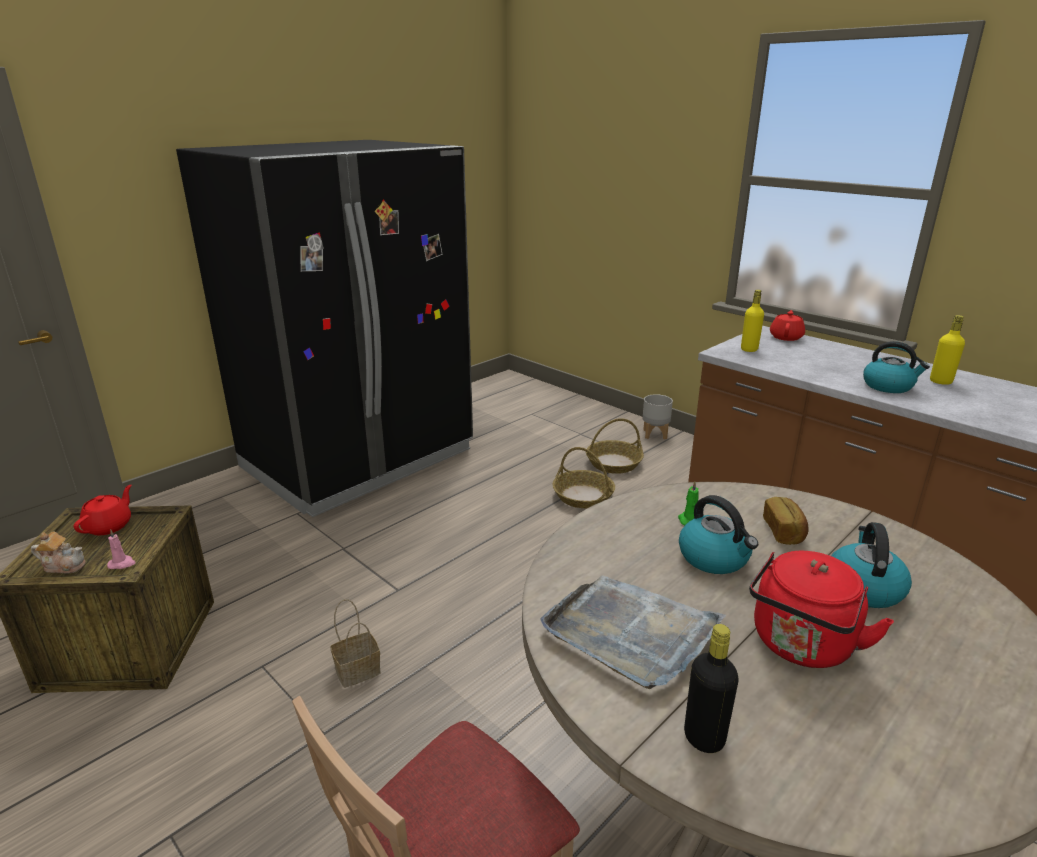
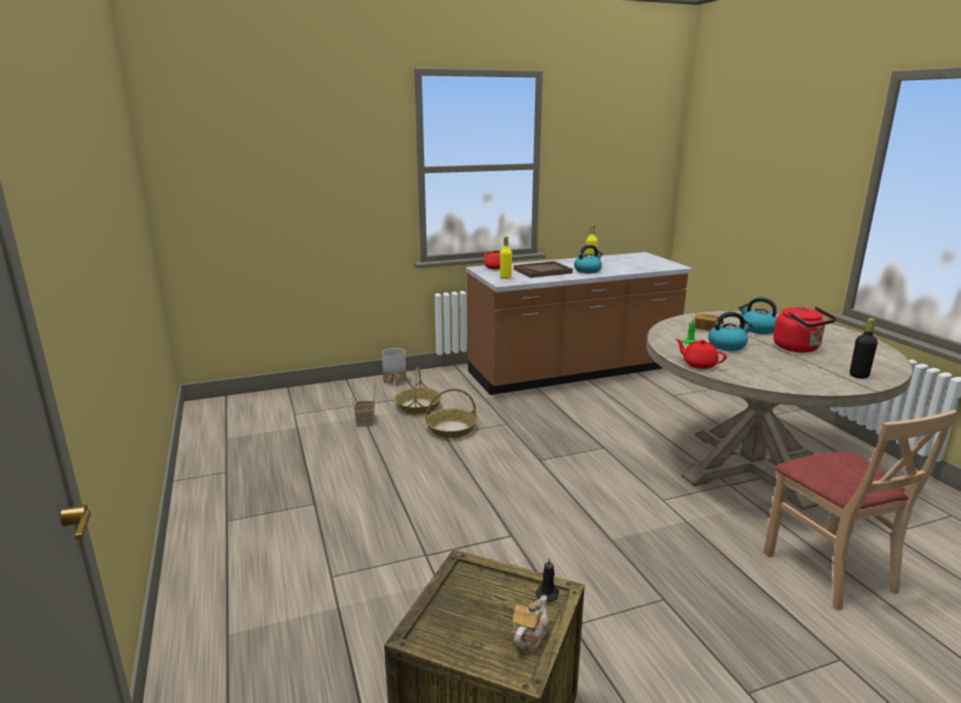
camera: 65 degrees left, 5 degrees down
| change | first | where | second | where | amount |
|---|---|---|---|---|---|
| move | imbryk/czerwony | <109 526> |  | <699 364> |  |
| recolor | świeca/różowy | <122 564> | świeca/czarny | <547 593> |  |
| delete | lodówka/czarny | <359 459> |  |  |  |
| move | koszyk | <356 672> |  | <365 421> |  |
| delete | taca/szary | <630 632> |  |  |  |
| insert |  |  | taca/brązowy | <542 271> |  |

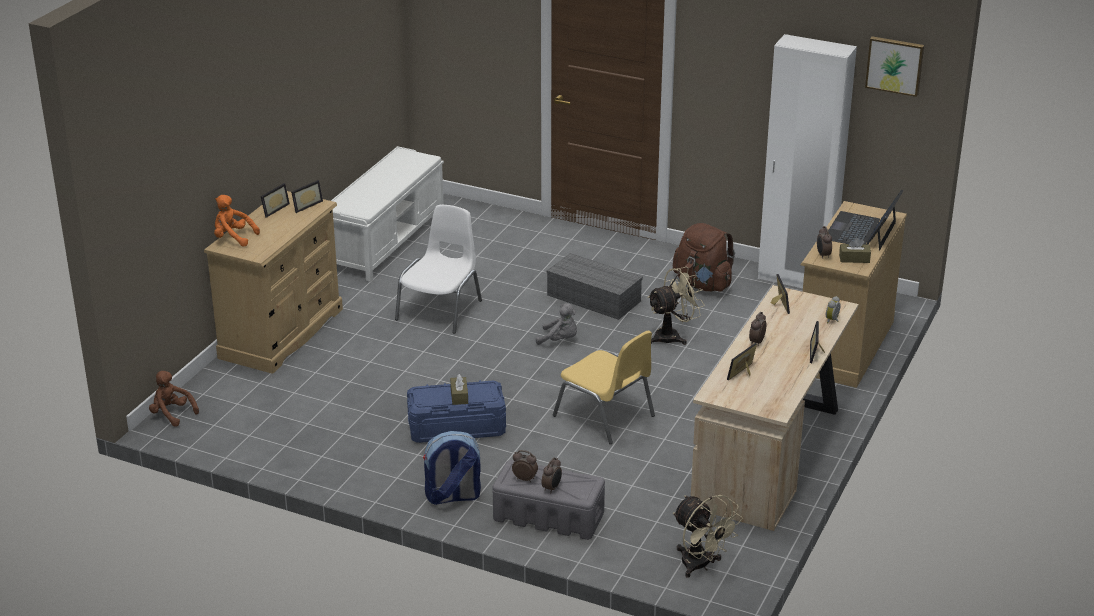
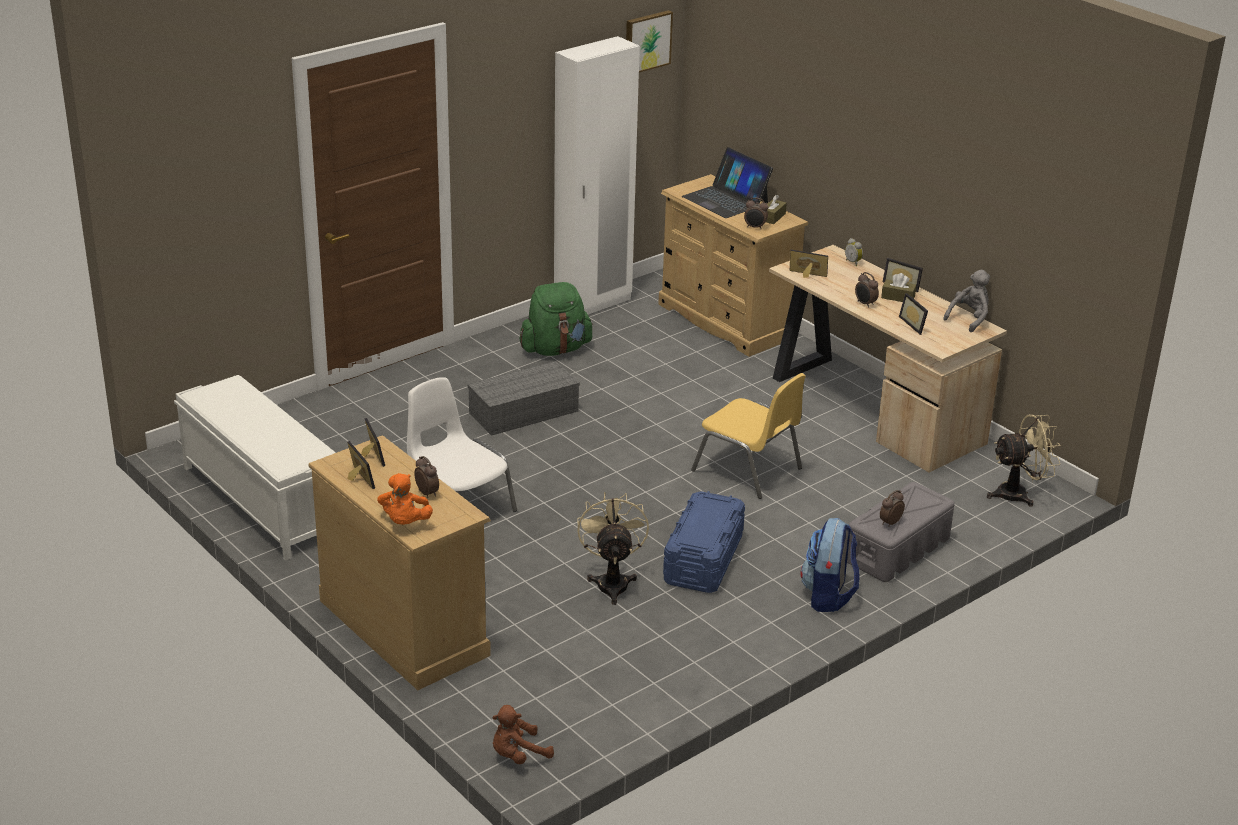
camera: 65 degrees left, 0 degrees up
| change | first | where | second | where | amount |
|---|---|---|---|---|---|
| rotate | pluszak/pomarańczowy | <233 238> |  | <405 522> | 45 degrees counterclockwise |
| move | pudełko chusteczek/brązowy | <459 396> |  | <898 297> |  |
| move | pluszak/szary | <560 340> |  | <969 319> |  |
| move | budzik | <552 488> |  | <427 493> |  |
| rotate | krzesło/żółty | <605 416> |  | <748 470> | 60 degrees clockwise |
| move | wentylator/beżowy | <672 336> |  | <612 582> |  |
| recolor | plecak/brązowy | <702 284> | plecak/zielony | <555 349> |  |

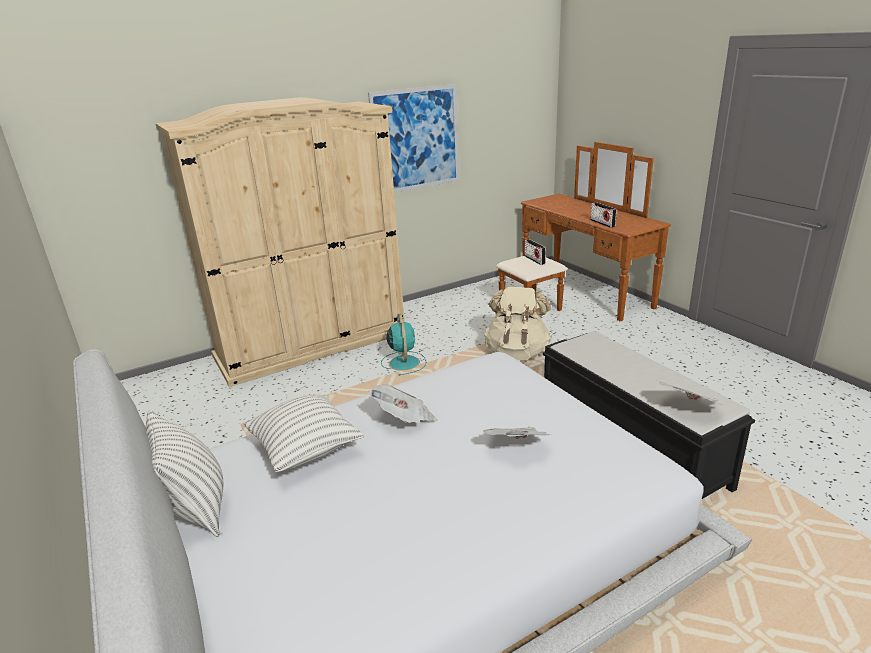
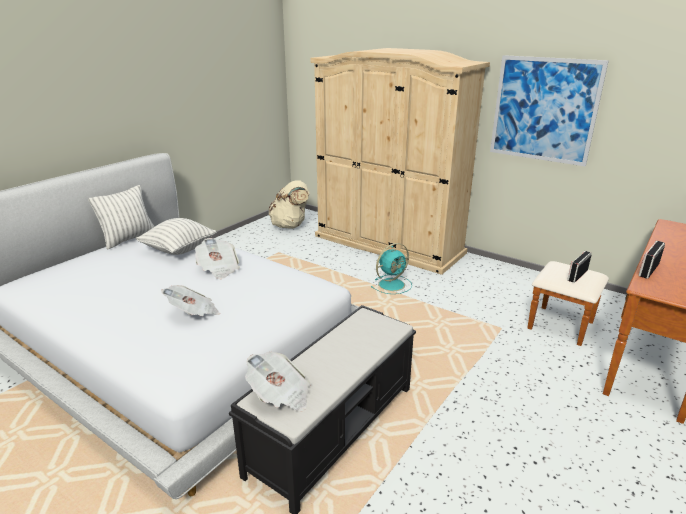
camera: 65 degrees right, 0 degrees up
| change | first | where | second | where | amount |
|---|---|---|---|---|---|
| move | plecak/beżowy | <517 353> |  | <290 225> |  |

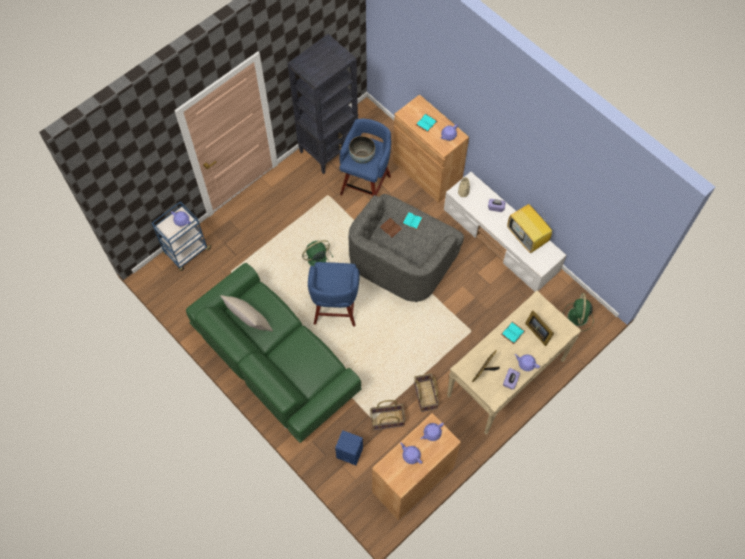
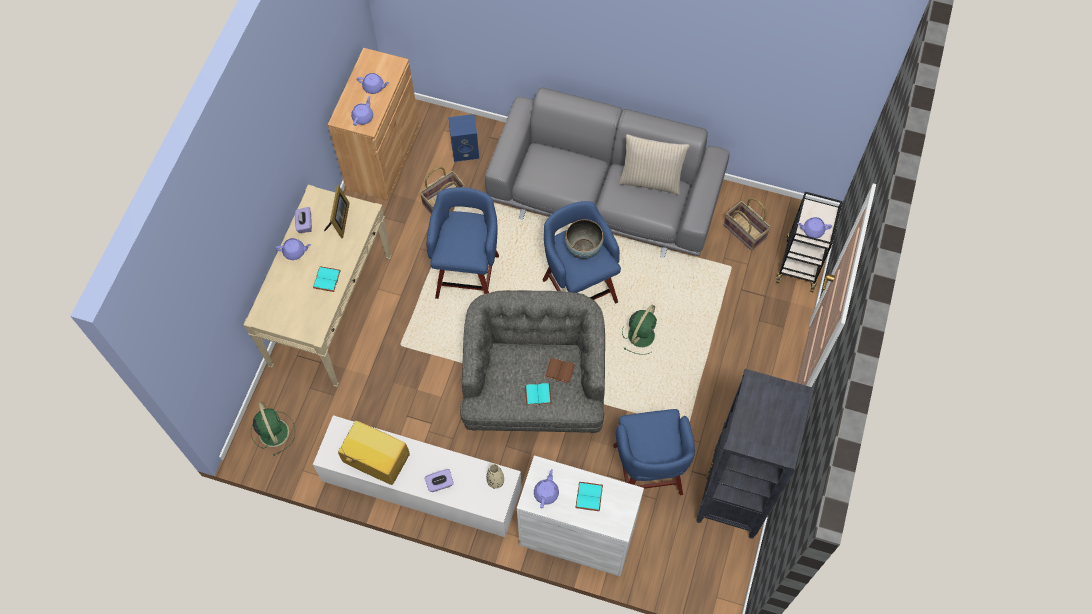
camera: 150 degrees right, 0 degrees up
| change | first | where | second | where | amount |
|---|---|---|---|---|---|
| recolor | wózek/niebieski | <187 252> | wózek/czarny | <800 262> |  |
| recolor | kanapa/zielony | <275 362> | kanapa/szary | <605 197> |  |
| move | miska | <362 157> |  | <583 249> |  |
| recolor | szafka/brązowy | <427 172> | szafka/biały | <577 536> |  |
| move | koszyk | <425 395> |  | <745 231> |  |
| delete | ramka na zdjęcie | <538 331> |  |  |  |
| insert |  |  | stołek/niebieski | <468 274> |  |

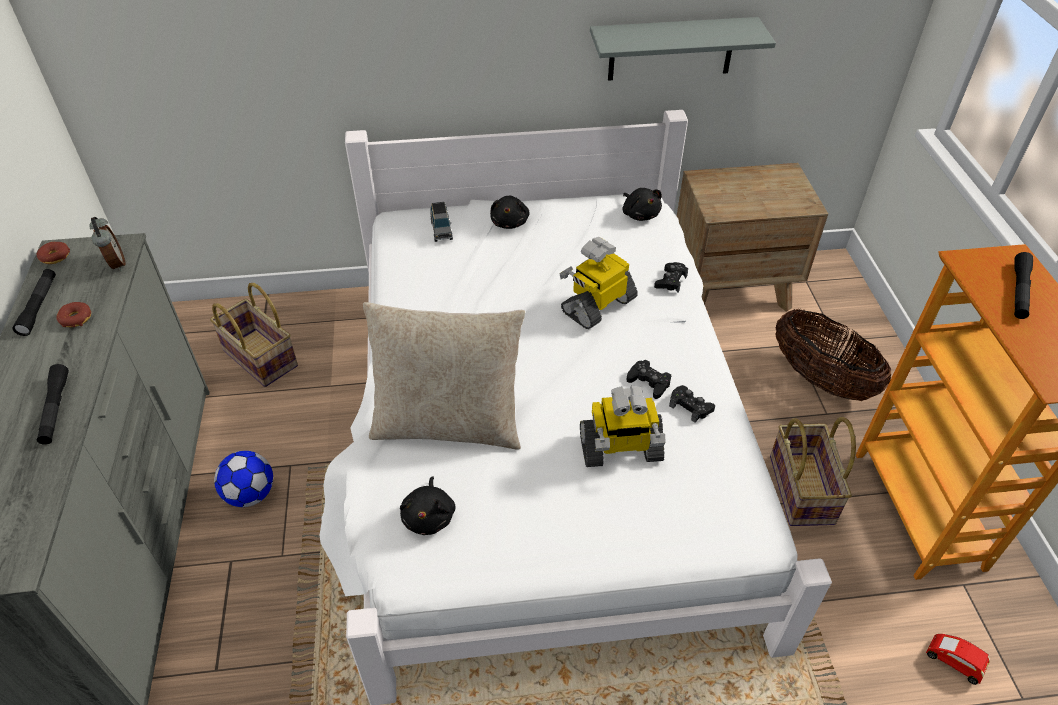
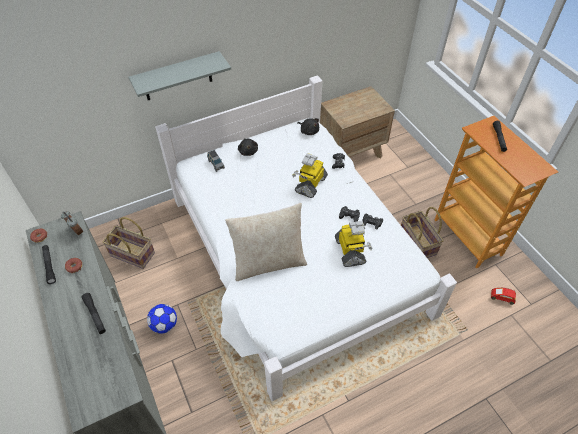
camera: 20 degrees left, 5 degrees up
| change | first | where | second | where | amount |
|---|---|---|---|---|---|
| delete | pluszak/czarny | <429 516> |  |  |  |
| rotate | robot zabawkowy | <620 449> |  | <350 251> | 75 degrees counterclockwise |
| move | półka/szary | <671 49> |  | <177 77> |  |
| delete | koszyk | <820 379> |  |  |  |

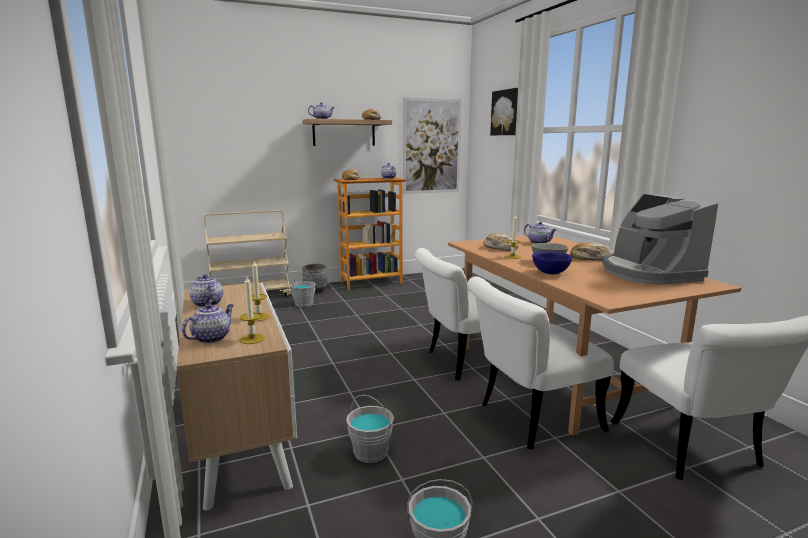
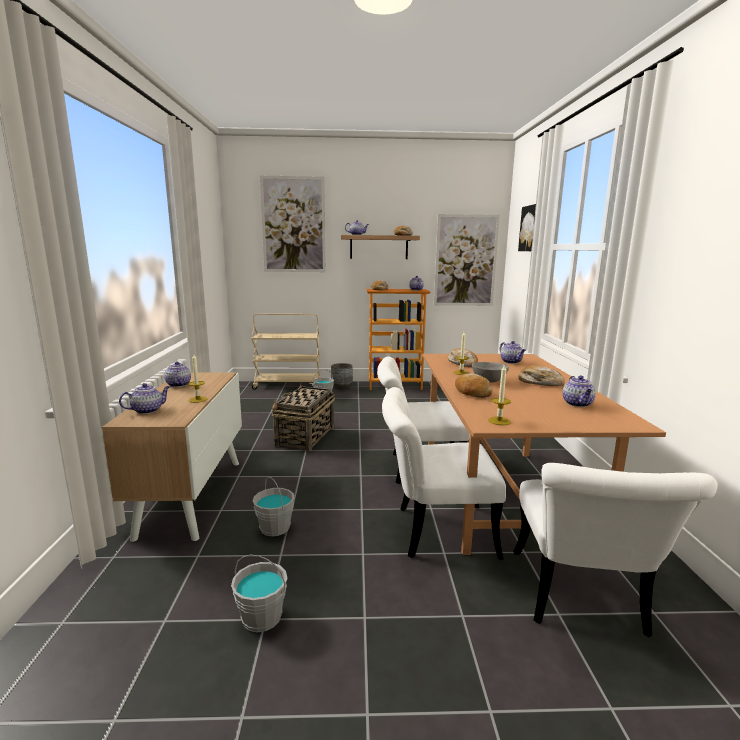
camera: 20 degrees right, 0 degrees up
| change | first | where | second | where | amount |
|---|---|---|---|---|---|
| move | świeca | <252 339> |  | <499 421> |  |
| replace | miska/niebieski | <550 273> | chleb | <471 392> |  |
| replace | ekspres do kawy | <648 273> | imbryk | <578 404> |  |
| insert |  |  | obraz | <293 225> |  |
| insert |  |  | koszyk | <305 437> |  |

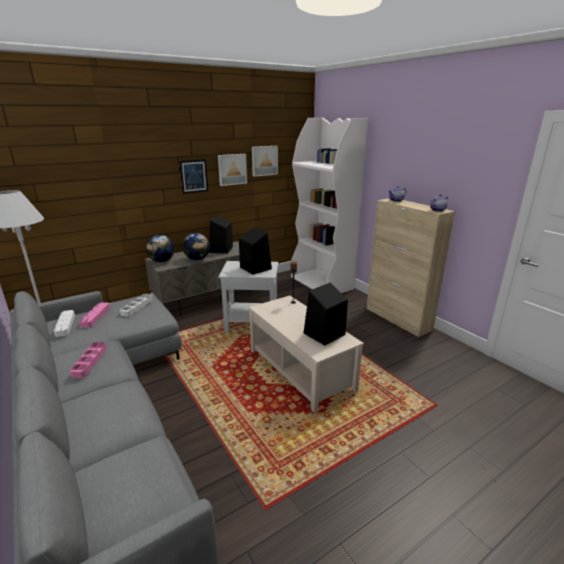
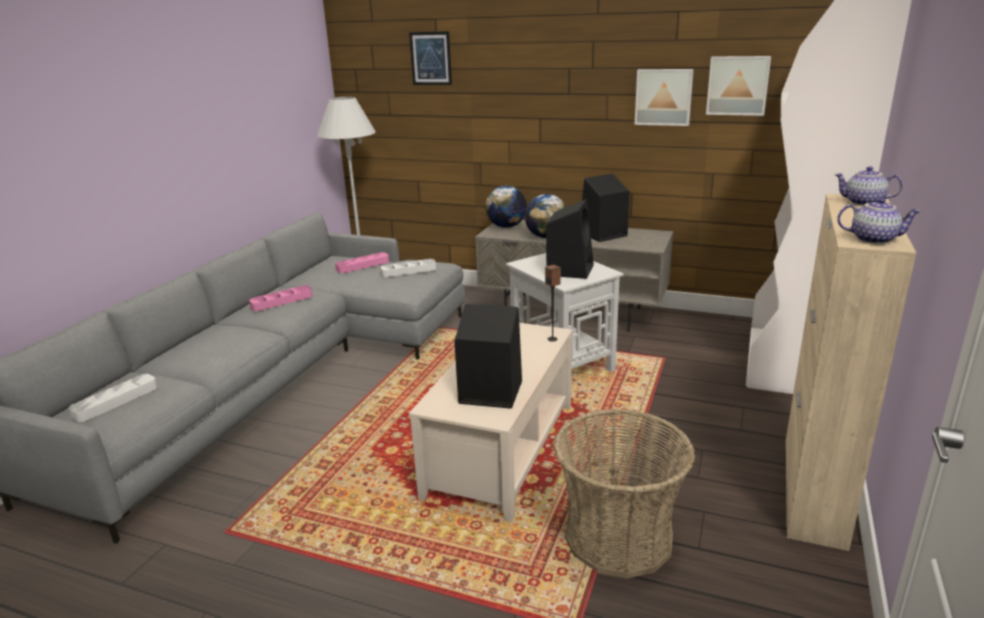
camera: 55 degrees right, 0 degrees up
| change | first | where | second | where | amount |
|---|---|---|---|---|---|
| move | taca/biały | <65 325> |  | <116 401> |  |
| move | obraz | <194 176> |  | <430 58> |  |
| insert |  |  | koszyk | <618 538> |  |

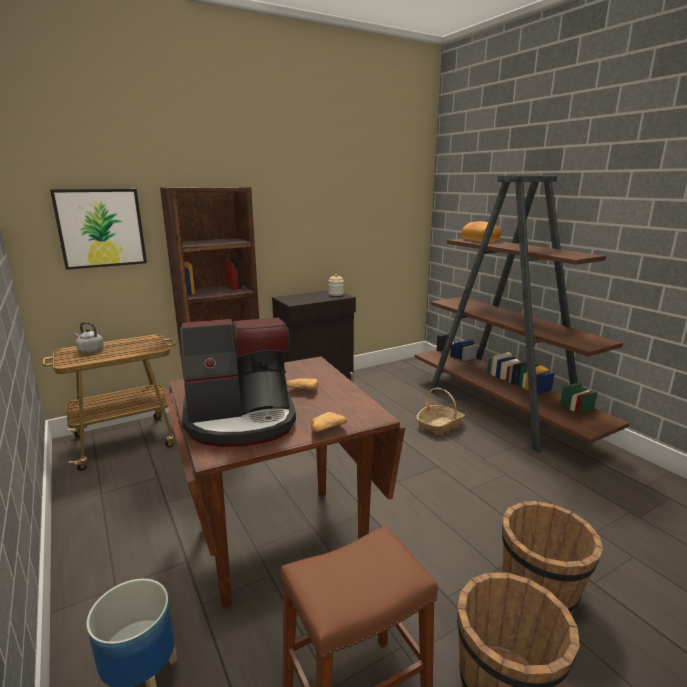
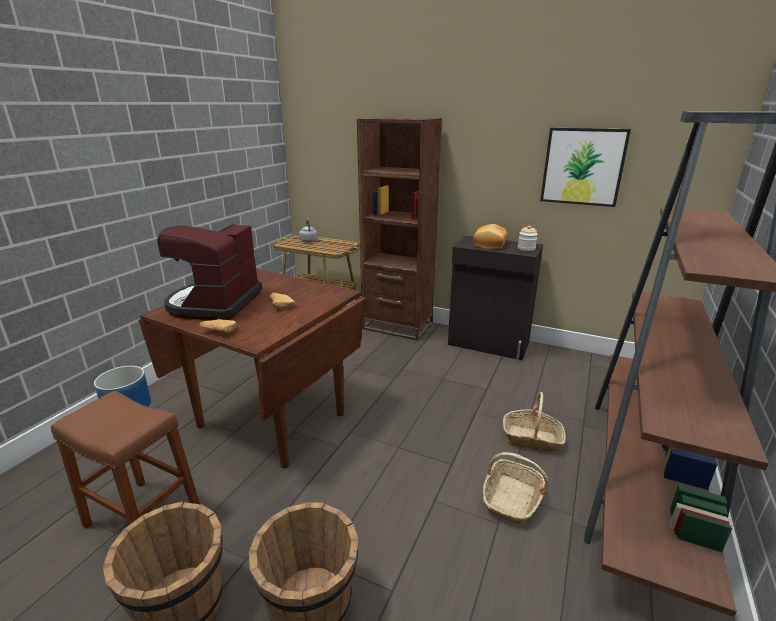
camera: 55 degrees right, 5 degrees up
| change | first | where | second | where | amount |
|---|---|---|---|---|---|
| move | obraz | <101 228> |  | <583 167> |  |
| rotate | ekspres do kawy | <241 420> |  | <214 303> | 60 degrees clockwise |
| move | chleb | <481 240> |  | <490 244> |  |
| insert |  |  | koszyk | <512 499> |  |

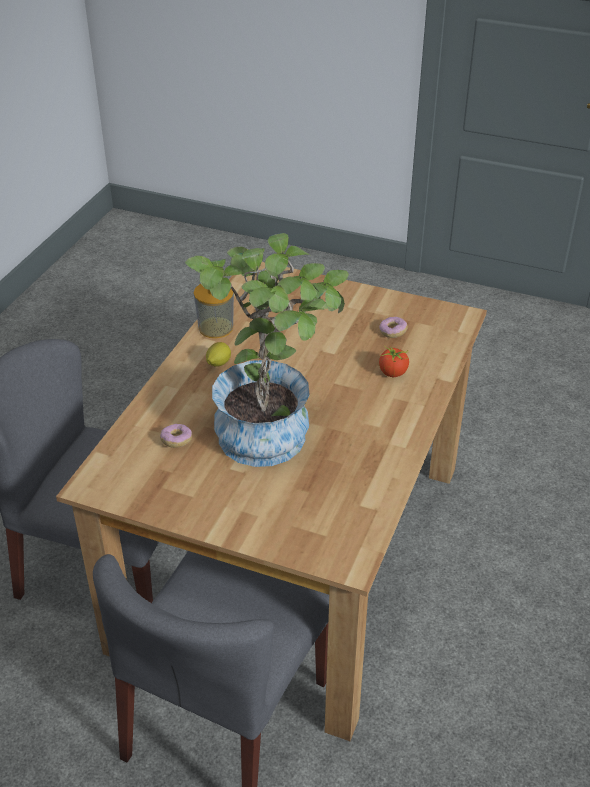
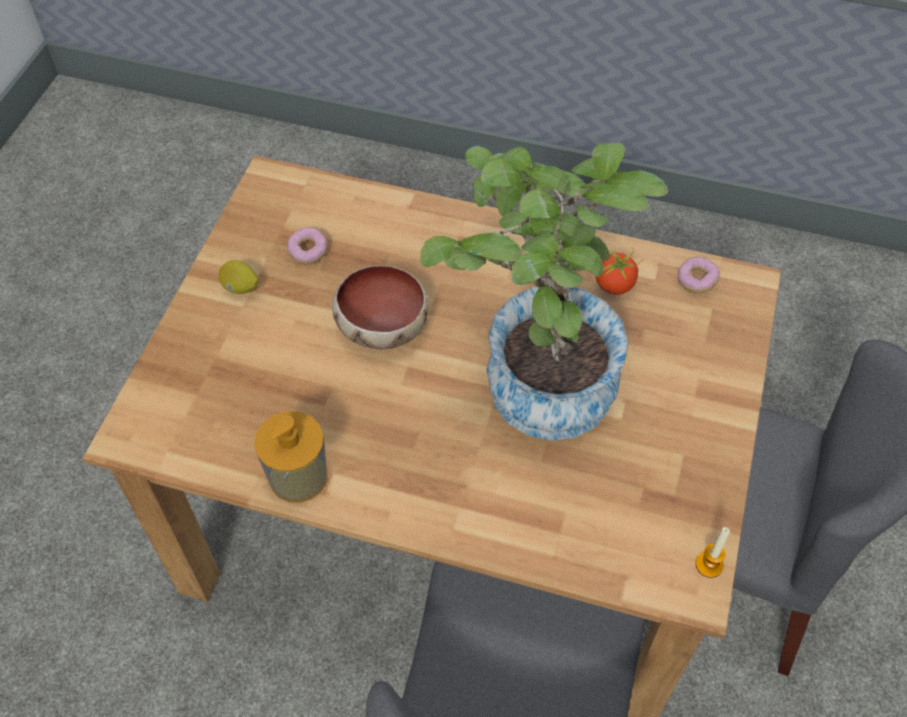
camera: 95 degrees left, 15 degrees up
| change | first | where | second | where | amount |
|---|---|---|---|---|---|
| move | donut | <176 441> |  | <696 281> |  |
| move | cytryna | <218 363> |  | <240 288> |  |
| move | pomidor | <393 373> |  | <614 285> |  |
| insert |  |  | miska | <380 326> |  |
| insert |  |  | świeca | <709 565> |  |

